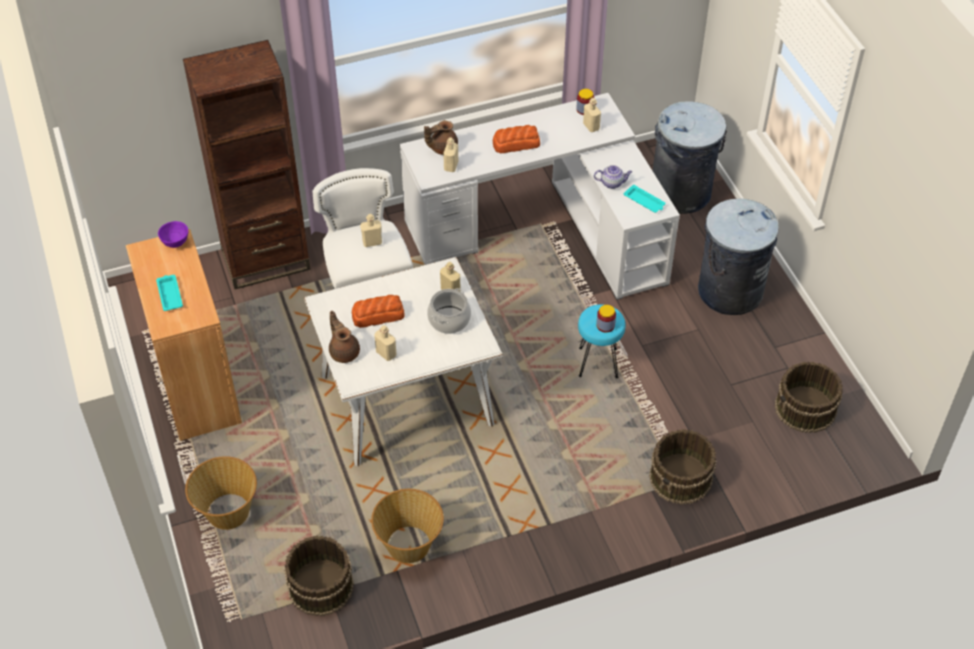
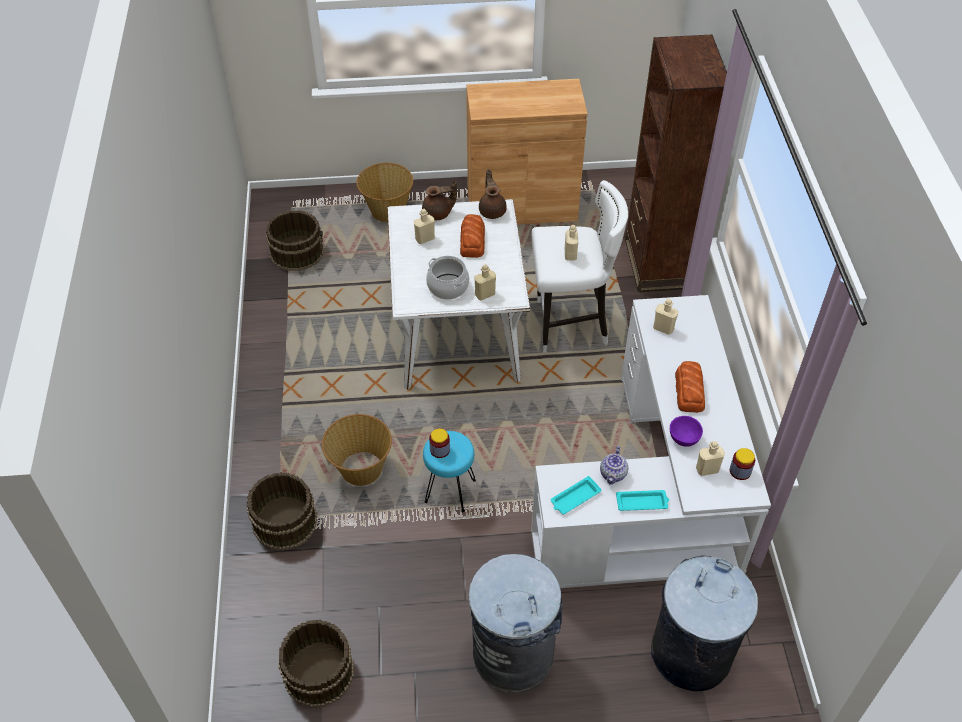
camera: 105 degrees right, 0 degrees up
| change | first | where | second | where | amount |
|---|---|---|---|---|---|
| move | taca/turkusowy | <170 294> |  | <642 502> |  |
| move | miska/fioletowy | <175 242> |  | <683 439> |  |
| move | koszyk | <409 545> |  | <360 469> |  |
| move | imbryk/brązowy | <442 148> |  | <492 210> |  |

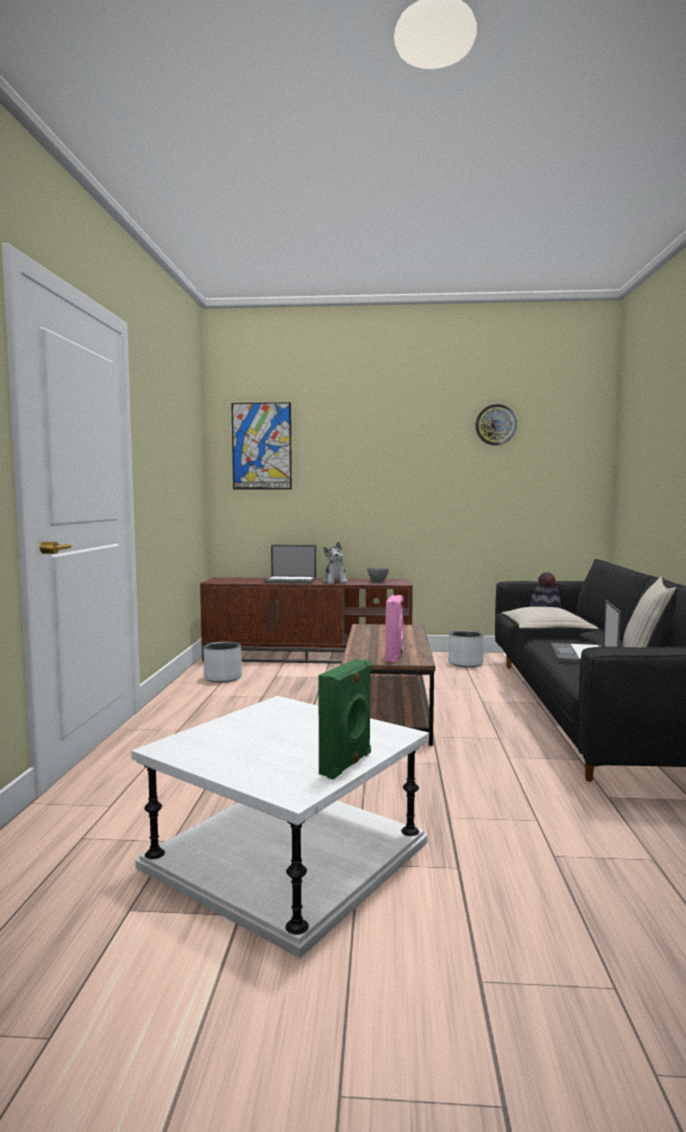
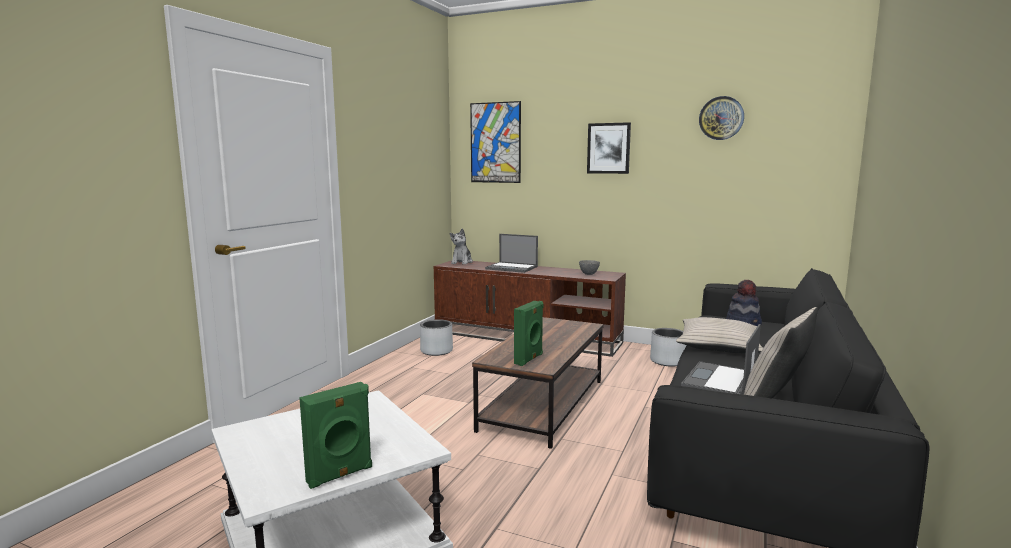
camera: 20 degrees right, 5 degrees up
| change | first | where | second | where | amount |
|---|---|---|---|---|---|
| move | pluszak | <335 581> |  | <461 262> |  |
| recolor | głośnik/różowy | <395 656> | głośnik/zielony | <529 359> |  |
| insert |  |  | obraz | <608 148> |  |

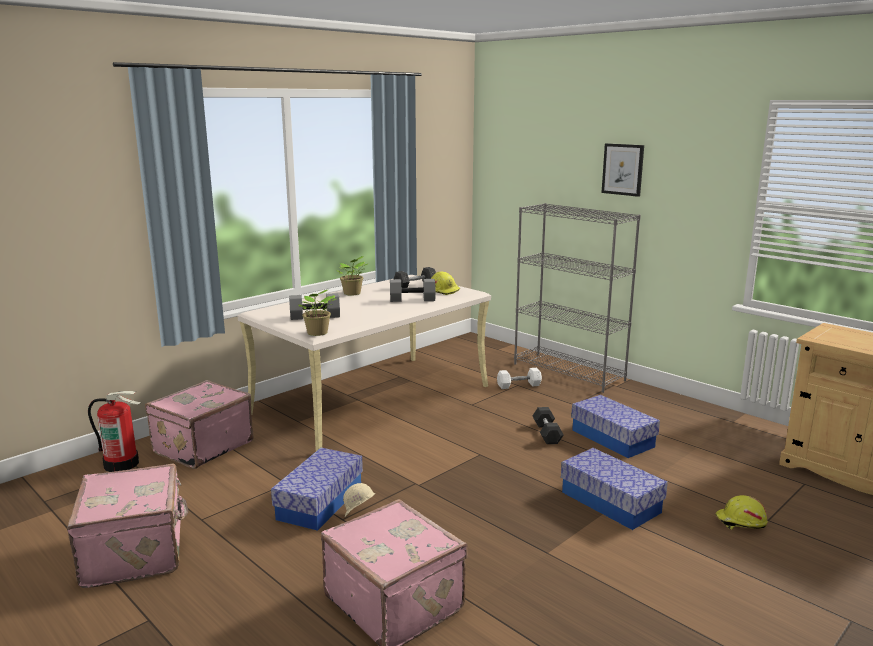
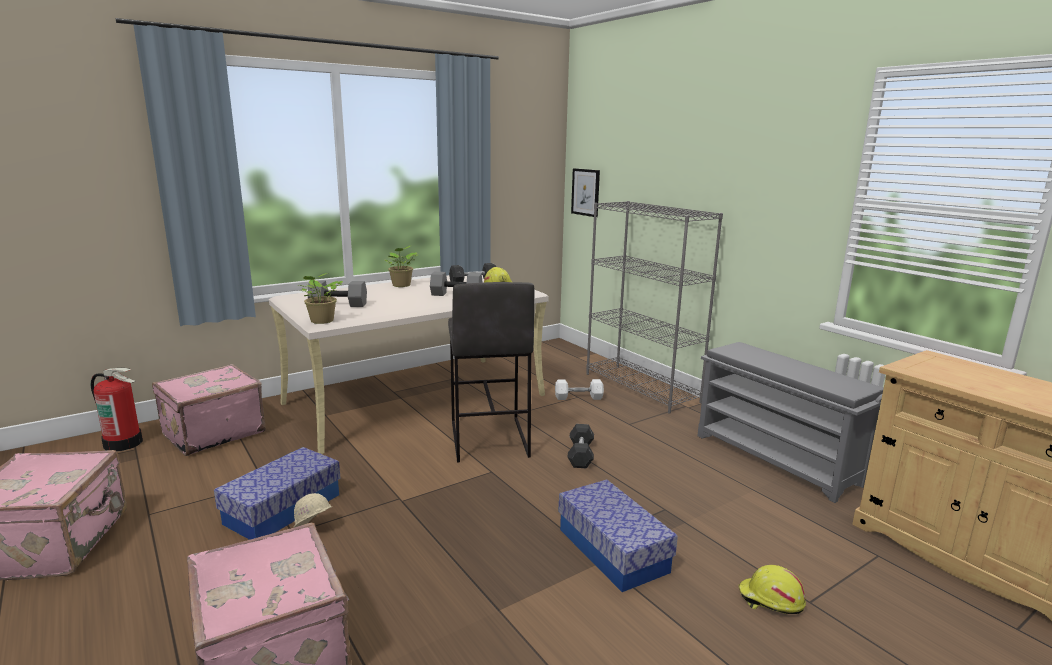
camera: 10 degrees right, 0 degrees up
| change | first | where | second | where | amount |
|---|---|---|---|---|---|
| delete | pojemnik do przechowywania | <612 438> |  |  |  |
| move | obraz | <622 169> |  | <585 192> |  |
| insert |  |  | stołek/szary | <488 439> |  |
| insert |  |  | regał na buty/szary | <777 459> |  |

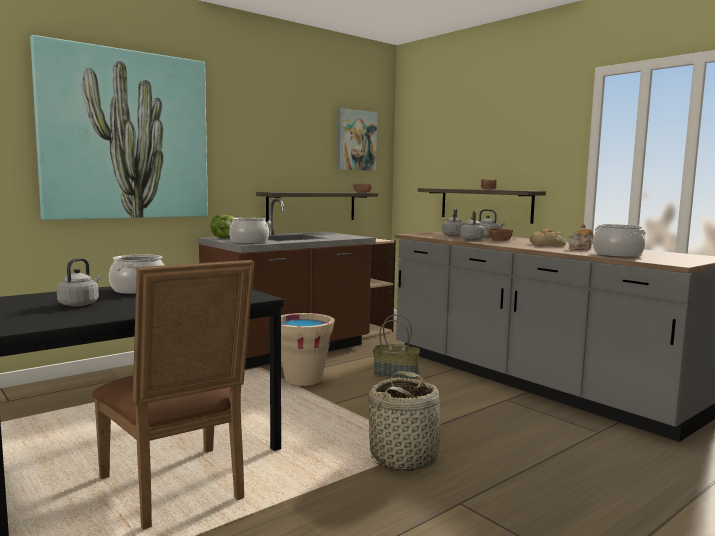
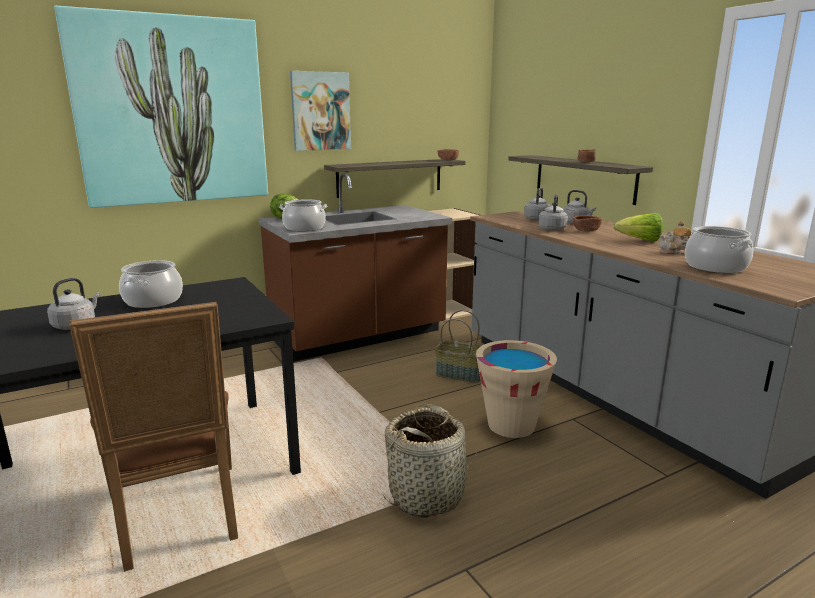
camera: 10 degrees right, 10 degrees up
| change | first | where | second | where | amount |
|---|---|---|---|---|---|
| move | wiadro/beżowy | <303 379> |  | <511 425> |  |
| move | obraz | <356 140> |  | <320 111> |  |
| replace | chleb | <547 244> | sałata | <639 240> |  |

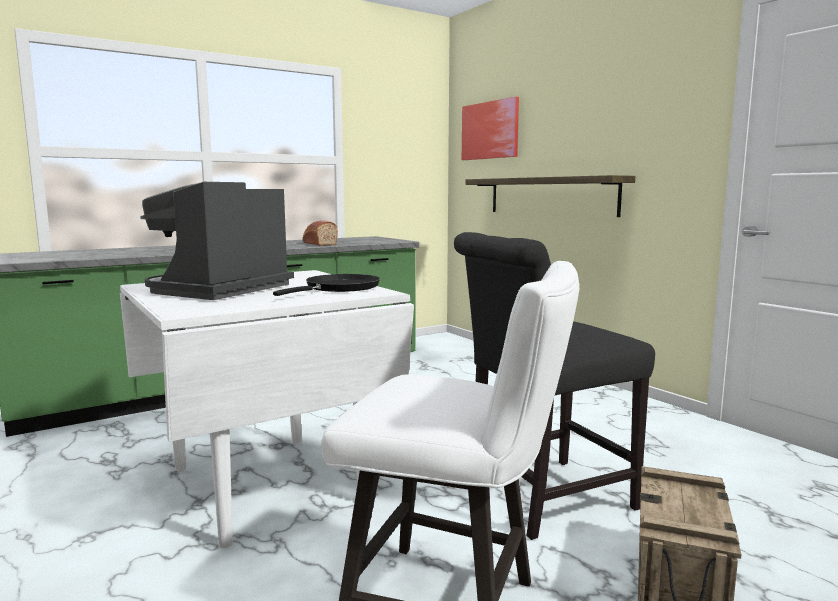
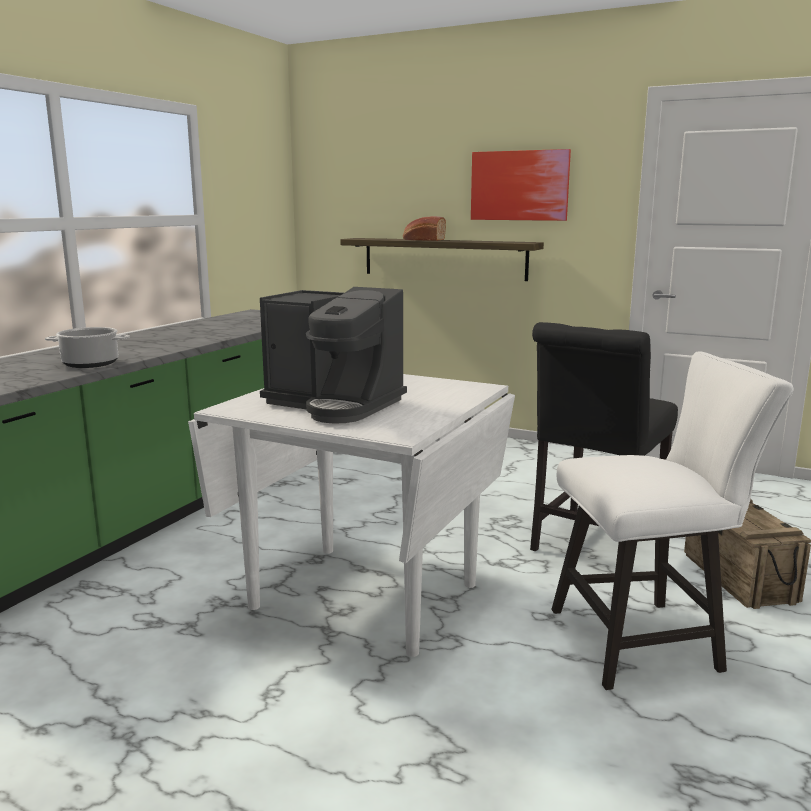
camera: 30 degrees left, 5 degrees up
| change | first | where | second | where | amount |
|---|---|---|---|---|---|
| rotate | ekspres do kawy | <220 290> |  | <335 404> | 60 degrees counterclockwise |
| delete | patelnia/czarny | <339 288> |  |  |  |
| move | chleb | <318 243> |  | <422 240> |  |
| move | obraz | <490 130> |  | <519 185> |  |
| insert |  |  | garnek | <89 364> |  |

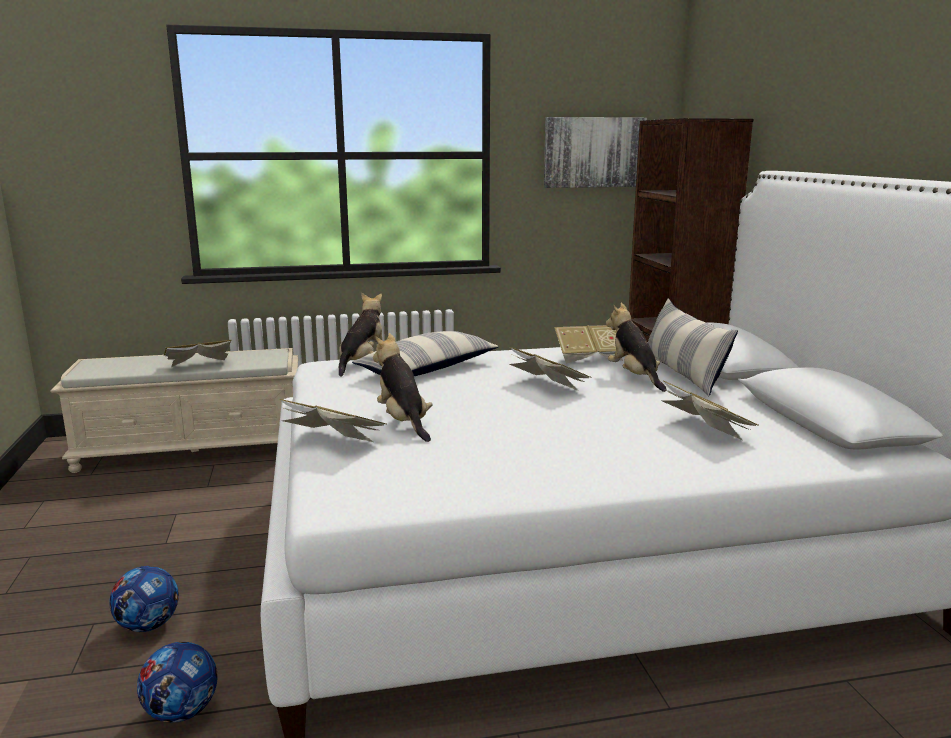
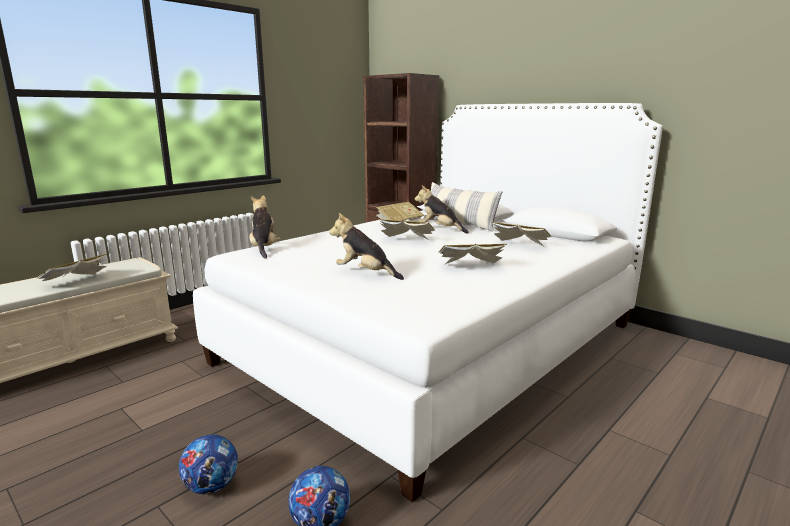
camera: 35 degrees left, 0 degrees up
| change | first | where | second | where | amount |
|---|---|---|---|---|---|
| move | książka | <332 440> |  | <471 267> |  |
| delete | poduszka | <428 370> |  |  |  |
| delete | obraz | <594 152> |  |  |  |

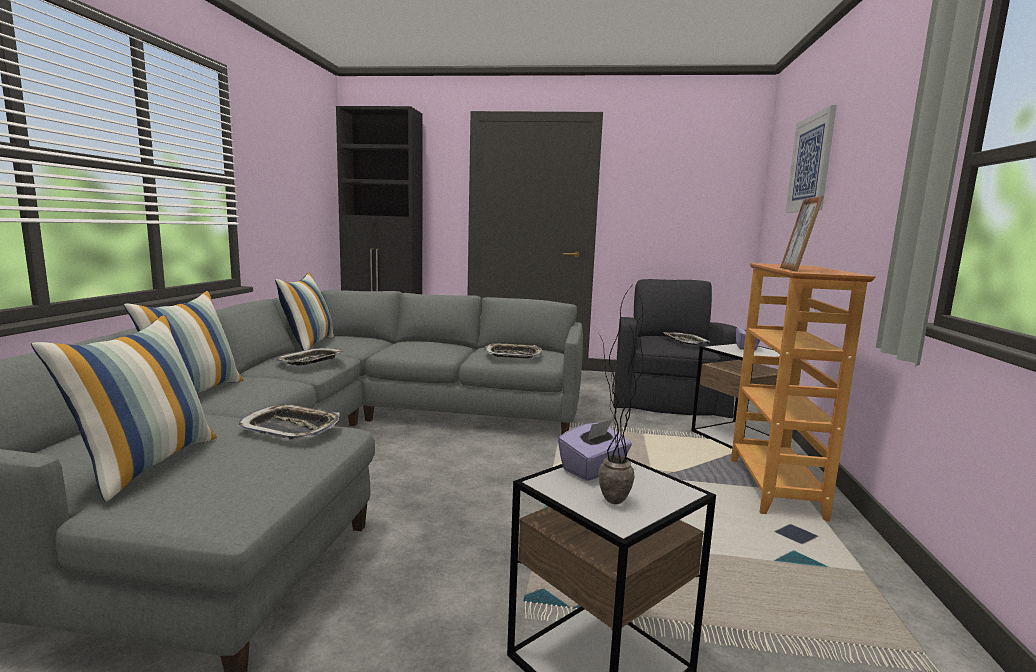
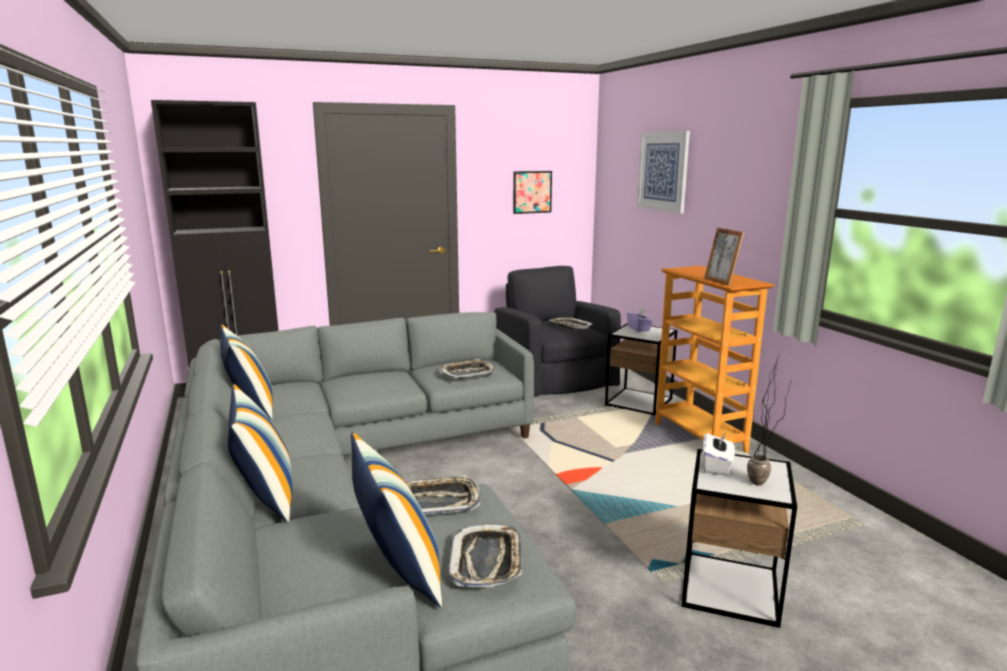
camera: 30 degrees left, 5 degrees up
| change | first | where | second | where | amount |
|---|---|---|---|---|---|
| move | taca | <311 361> |  | <486 561> |  |
| recolor | pudełko chusteczek/fioletowy | <594 469> | pudełko chusteczek/biały | <716 466> |  |
| insert |  |  | obraz | <532 192> |  |

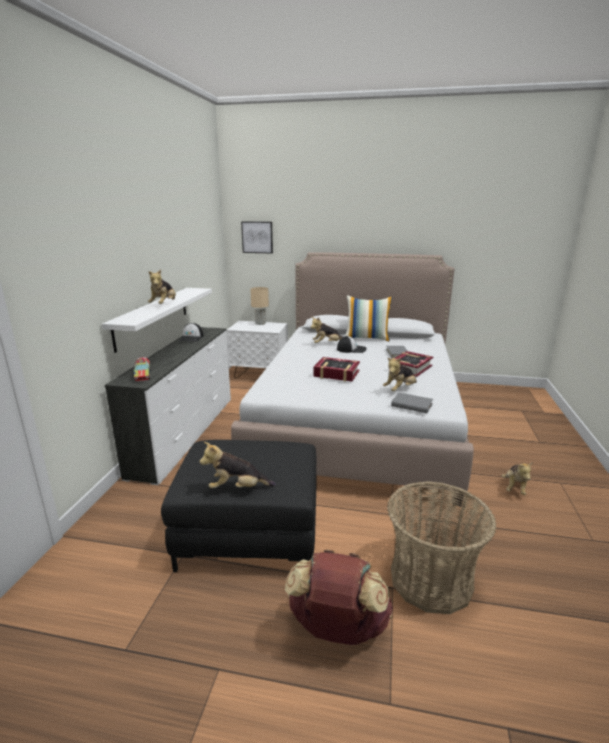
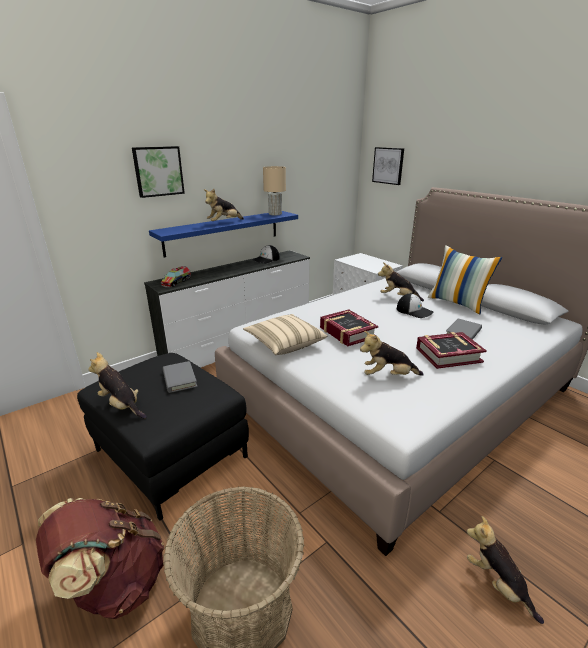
camera: 40 degrees right, 5 degrees up
| change | first | where | second | where | amount |
|---|---|---|---|---|---|
| recolor | półka/biały | <153 316> | półka/niebieski | <223 232> |  |
| move | lampa stołowa/beżowy | <260 323> |  | <275 214> |  |
| move | książka/szary | <411 405> |  | <179 379> |  |
| rotate | pluszak | <514 487> |  | <497 583> | 90 degrees clockwise |
| insert |  |  | obraz | <158 171> |  |
| insert |  |  | poduszka/beżowy | <284 343> |  |

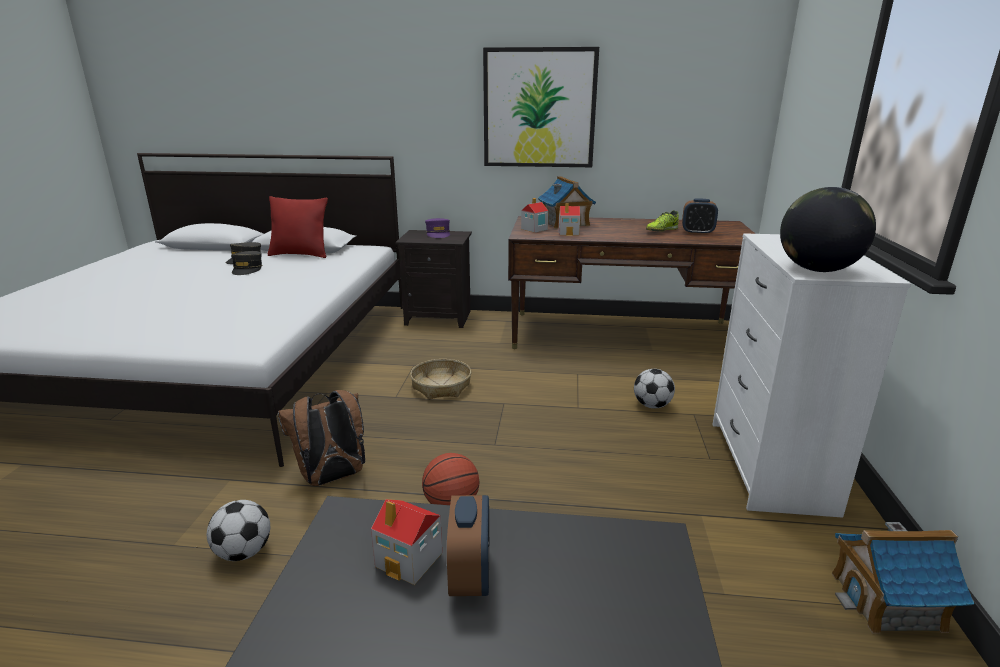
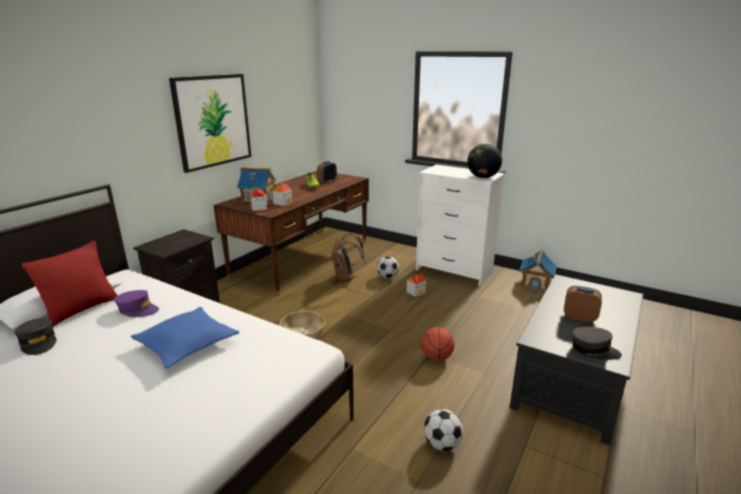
camera: 65 degrees left, 0 degrees up
| change | first | where | second | where | amount |
|---|---|---|---|---|---|
| move | czapka z daszkiem/szary | <247 269> |  | <594 349> |  |
| move | plecak/brązowy | <332 478> |  | <345 279> |  |
| move | domek | <410 560> |  | <415 292> |  |
| move | czapka z daszkiem/fioletowy | <438 234> |  | <138 310> |  |
| insert |  |  | poduszka/niebieski | <187 344> |  |

